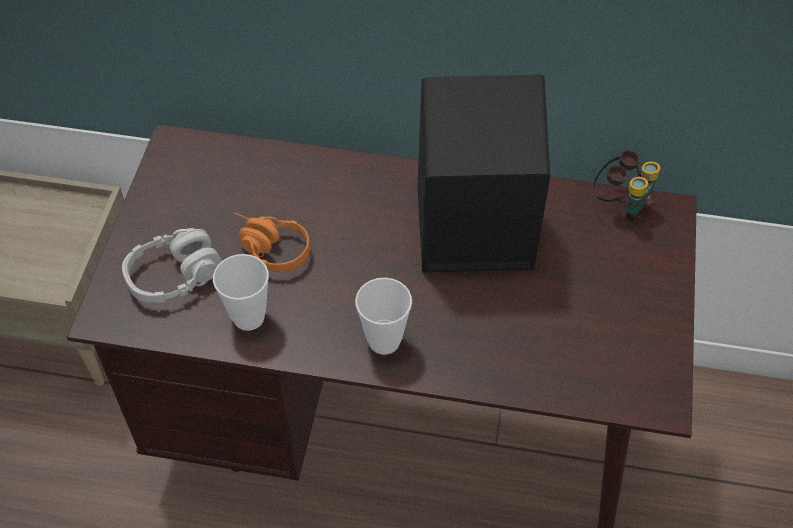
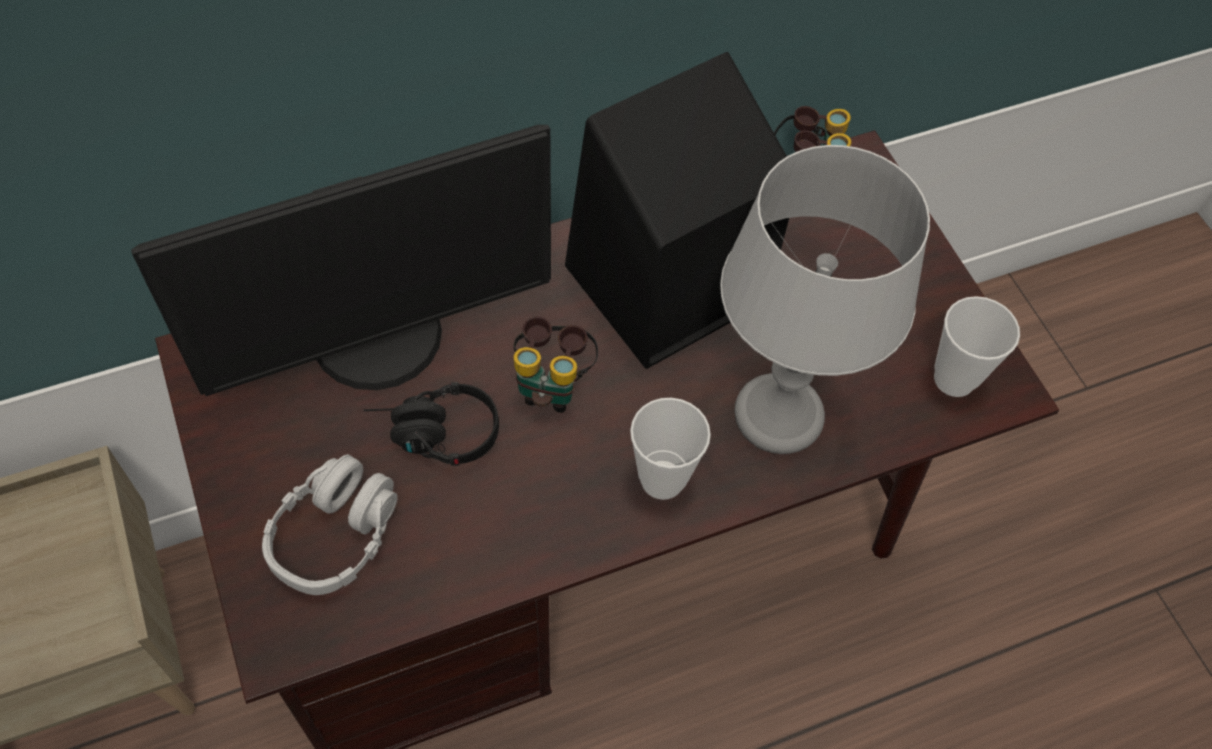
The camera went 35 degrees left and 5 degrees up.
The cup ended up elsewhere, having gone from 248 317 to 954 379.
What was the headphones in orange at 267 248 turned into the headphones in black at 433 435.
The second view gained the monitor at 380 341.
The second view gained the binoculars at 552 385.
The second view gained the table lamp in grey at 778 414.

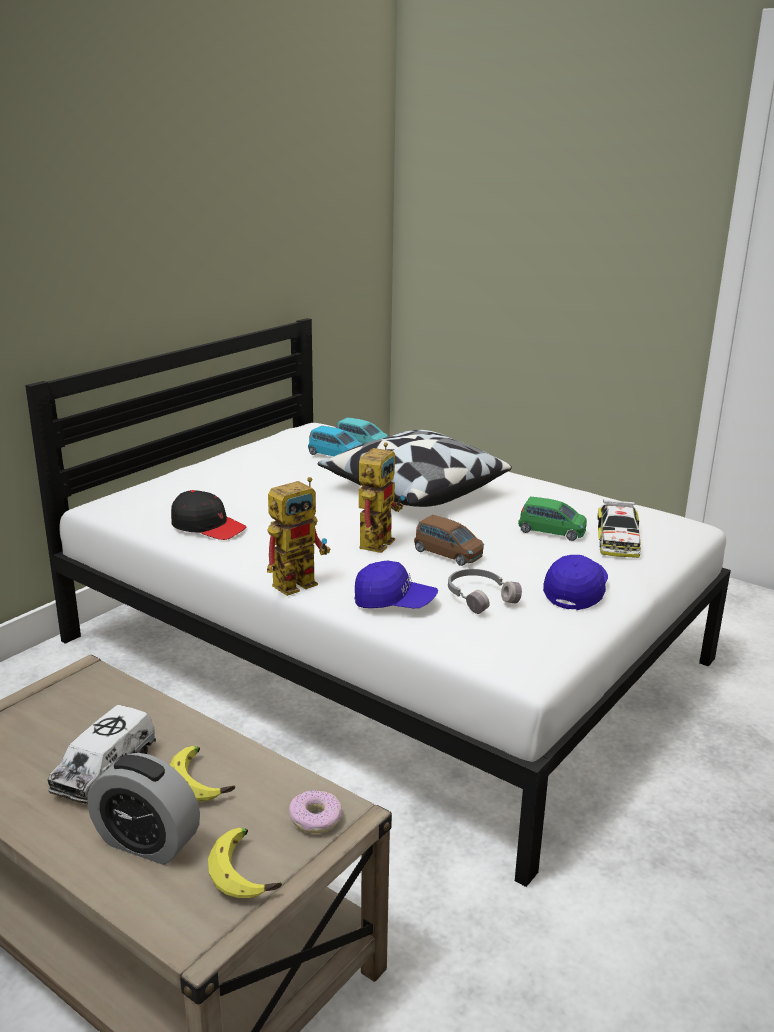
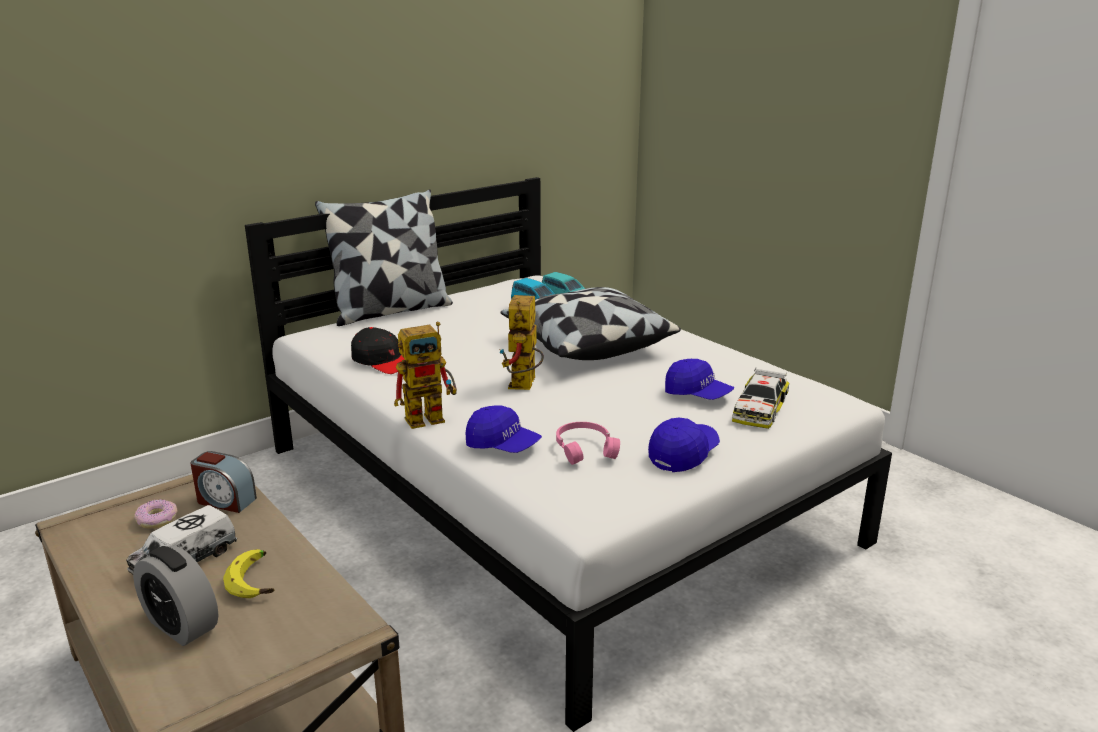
The camera went 15 degrees right and 0 degrees up.
The second view lost the banana at 247 870.
The donut ended up elsewhere, having gone from 315 818 to 157 519.
The toy robot at 377 539 ended up facing another way, 150 degrees clockwise from before.
The second view lost the toy car in brown at 448 553.
What was the headphones in grey at 480 597 turned into the headphones in pink at 585 449.
Where the toy car in green stood at 552 531, the cap in blue came to stand at 697 395.
The second view gained the alarm clock at 225 501.
The second view gained the pillow at 390 310.

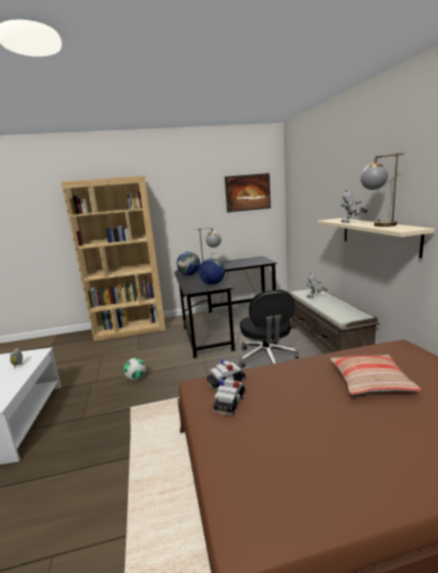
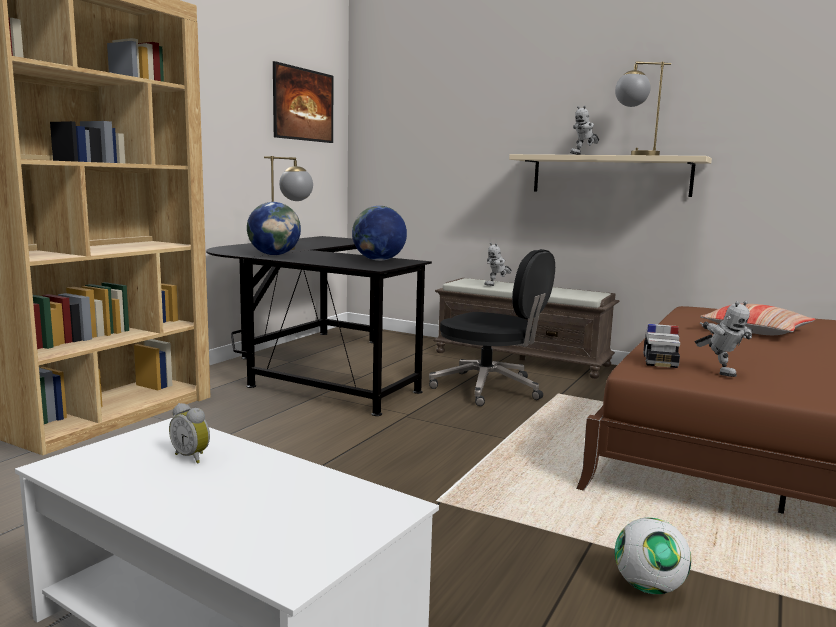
The camera went 50 degrees left and 5 degrees down.
The football ended up elsewhere, having gone from 136 378 to 648 587.
Where the toy car stood at 230 403, the toy robot came to stand at 720 372.

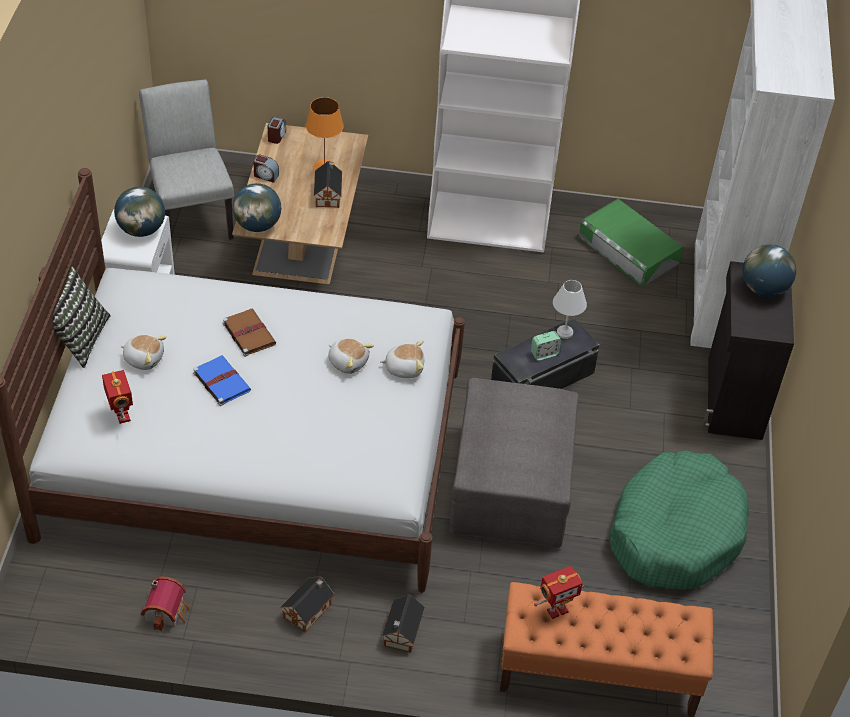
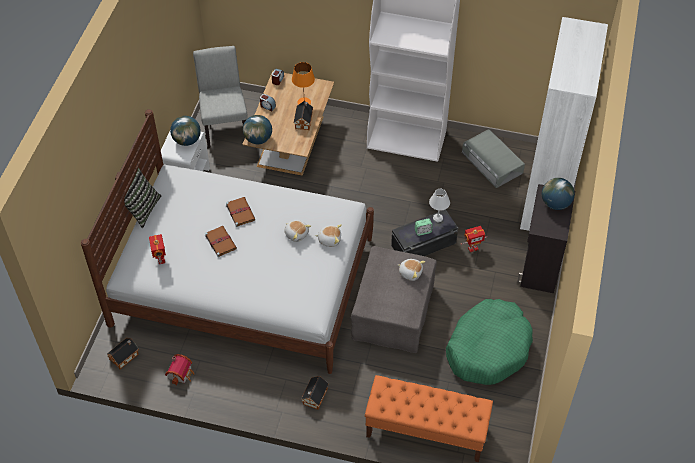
The camera went 10 degrees right and 5 degrees up.
The plush toy ended up elsewhere, having gone from 144 358 to 410 272.
What was the book in blue at 221 381 turned into the book in brown at 220 241.
The toy house ended up elsewhere, having gone from 309 610 to 125 356.
The toy robot ended up elsewhere, having gone from 556 610 to 472 248.
What was the storage box in green at 629 250 turned into the storage box in grey at 492 162.

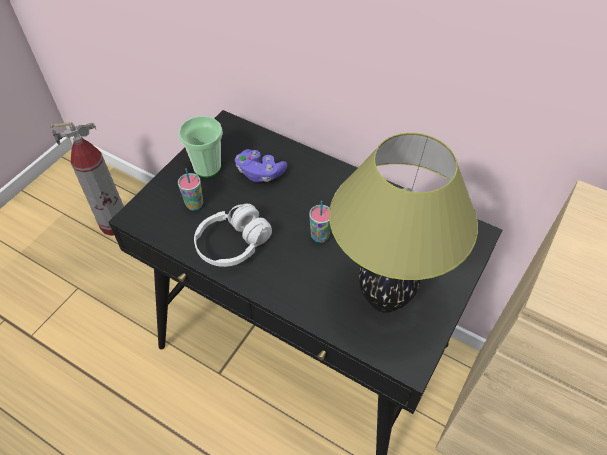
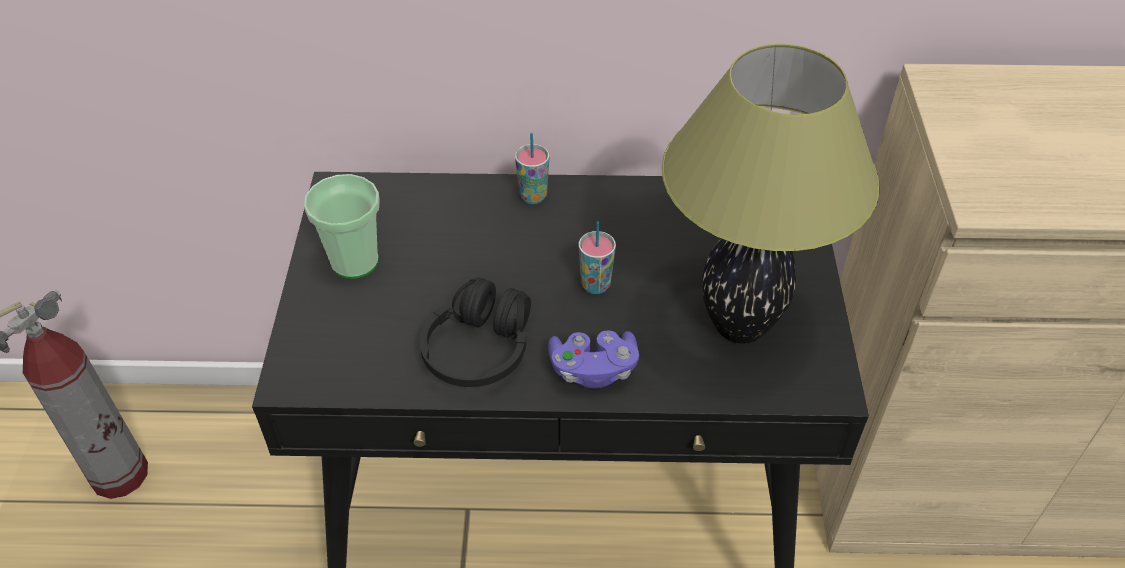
The camera went 30 degrees left and 5 degrees down.
The cup ended up elsewhere, having gone from 194 204 to 533 196.
What was the headphones in white at 233 244 turned into the headphones in black at 479 349.
The game controller in purple ended up elsewhere, having gone from 260 173 to 593 369.

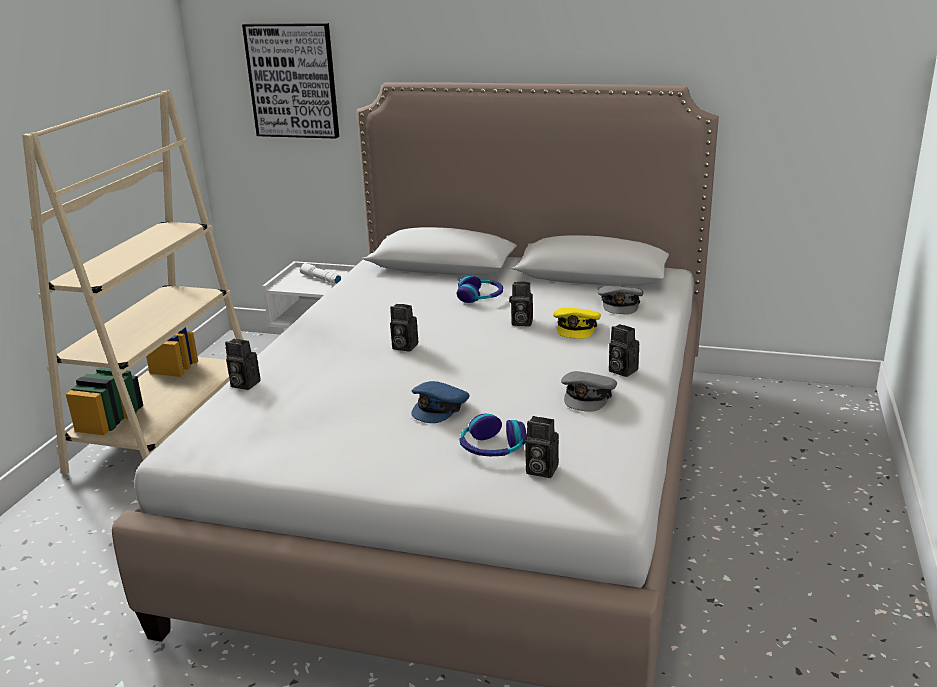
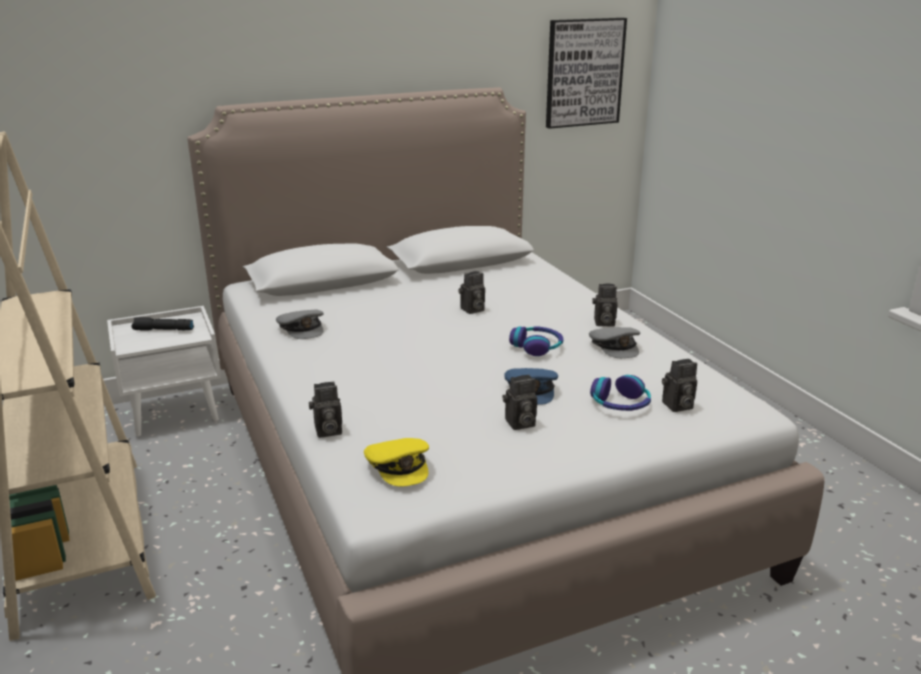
The camera went 40 degrees left and 0 degrees up.
The picture ended up elsewhere, having gone from 293 80 to 584 72.
What was the flashlight in white at 320 279 turned into the flashlight in black at 163 330.
The photo camera ended up elsewhere, having gone from 403 347 to 519 424.
The headphones ended up elsewhere, having gone from 480 297 to 537 347.
The cap in yellow ended up elsewhere, having gone from 576 327 to 399 466.
The cap in grey ended up elsewhere, having gone from 620 304 to 302 329.

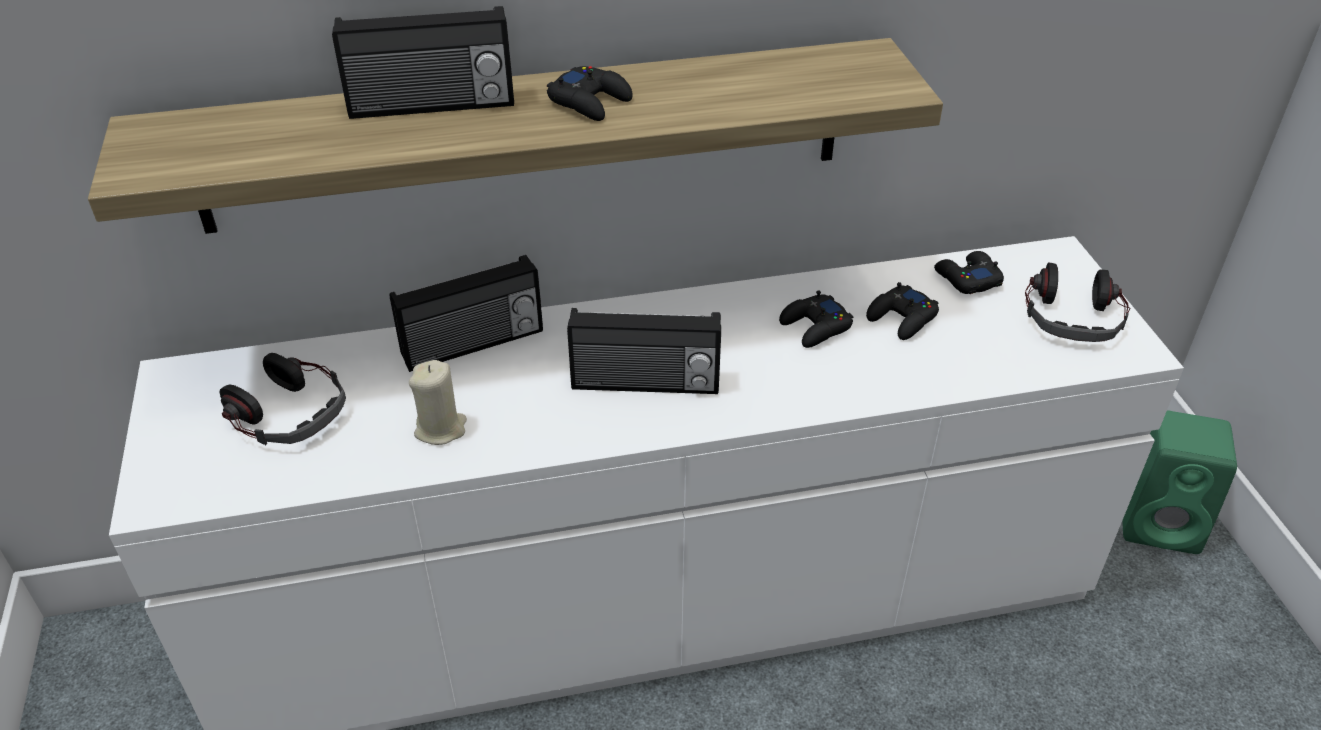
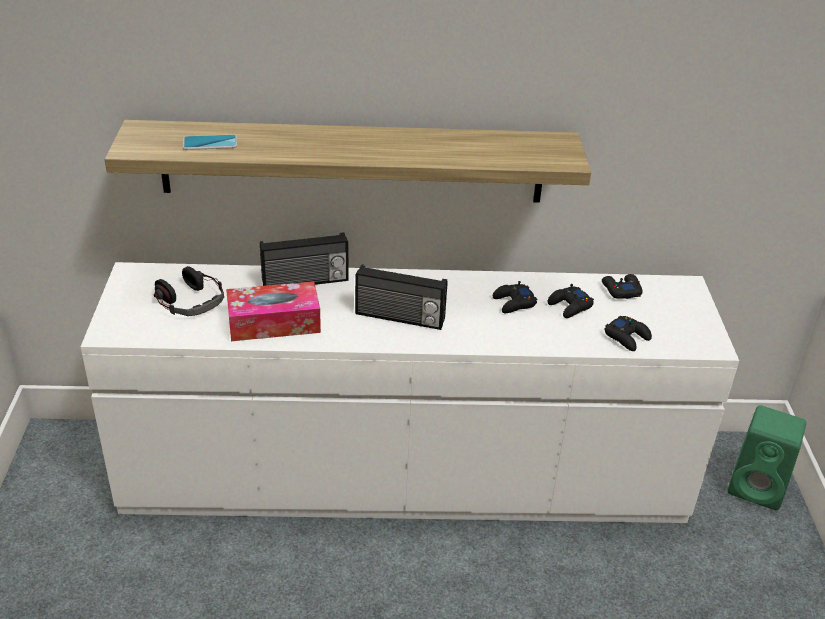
The camera went 10 degrees right and 5 degrees down.
The second view lost the radio at 432 106.
Where the candle in beige stood at 441 428, the tissue box came to stand at 274 323.
The game controller in black ended up elsewhere, having gone from 590 102 to 627 337.
The second view lost the headphones at 1073 317.
The second view gained the phone at 210 143.

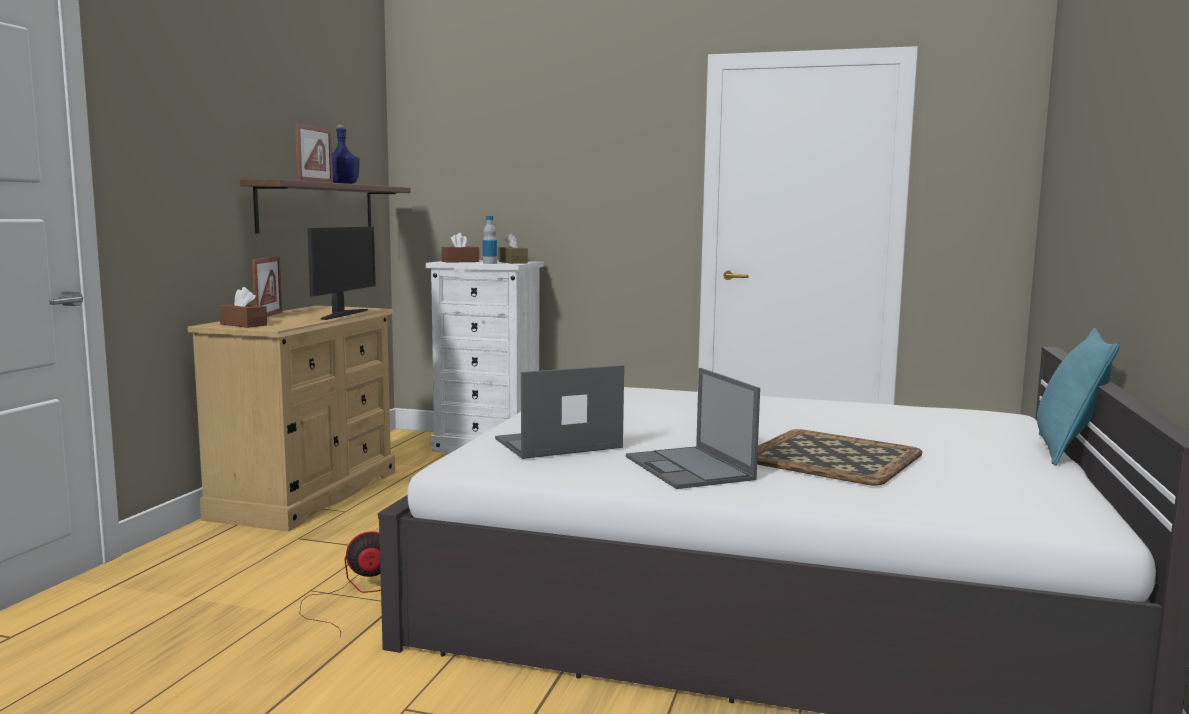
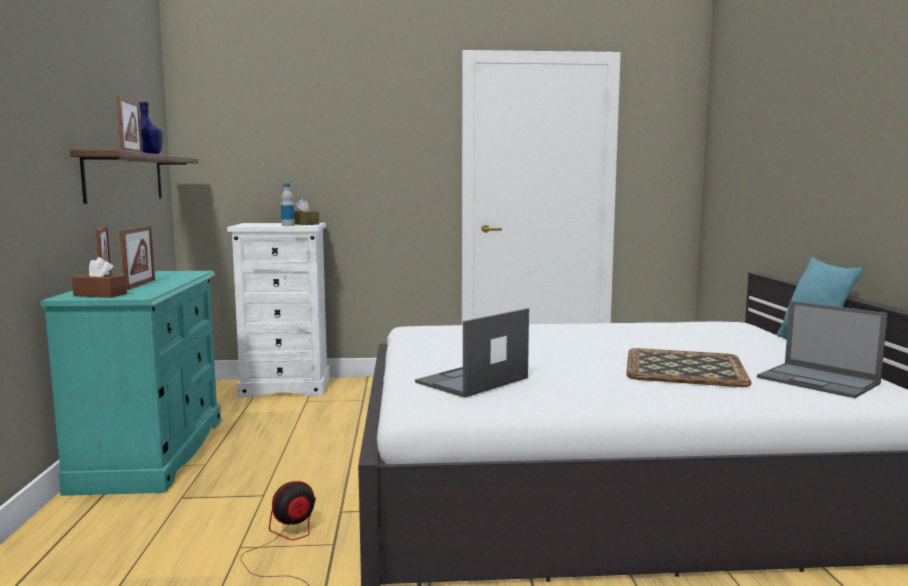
The camera went 20 degrees left and 0 degrees up.
What was the dresser in beige at 307 494 turned into the dresser in turquoise at 152 453.
The second view lost the monitor at 342 314.
The second view lost the tissue box in brown at 460 261.
The laptop ended up elsewhere, having gone from 690 468 to 819 381.
The second view gained the picture frame at 140 284.

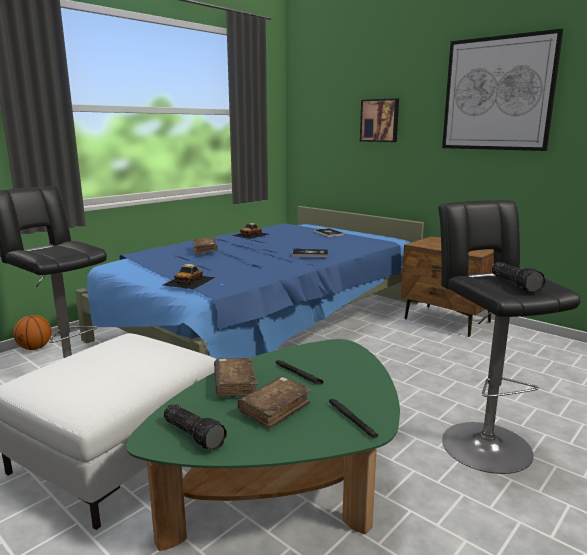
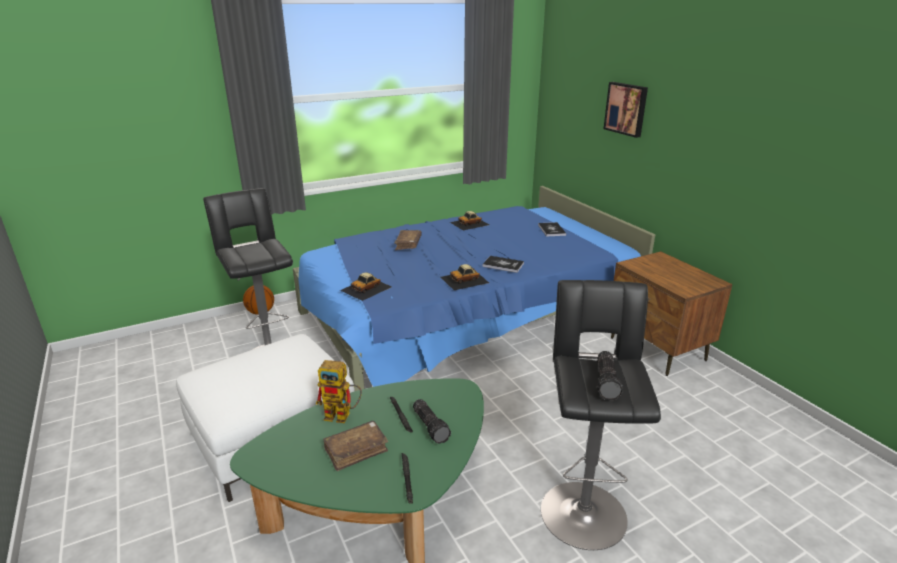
The camera went 20 degrees right and 10 degrees up.
The flashlight ended up elsewhere, having gone from 195 434 to 431 426.
Where the book in brown stood at 235 385, the toy robot came to stand at 343 415.
The second view lost the picture at 497 94.
The second view gained the toy car at 464 279.

